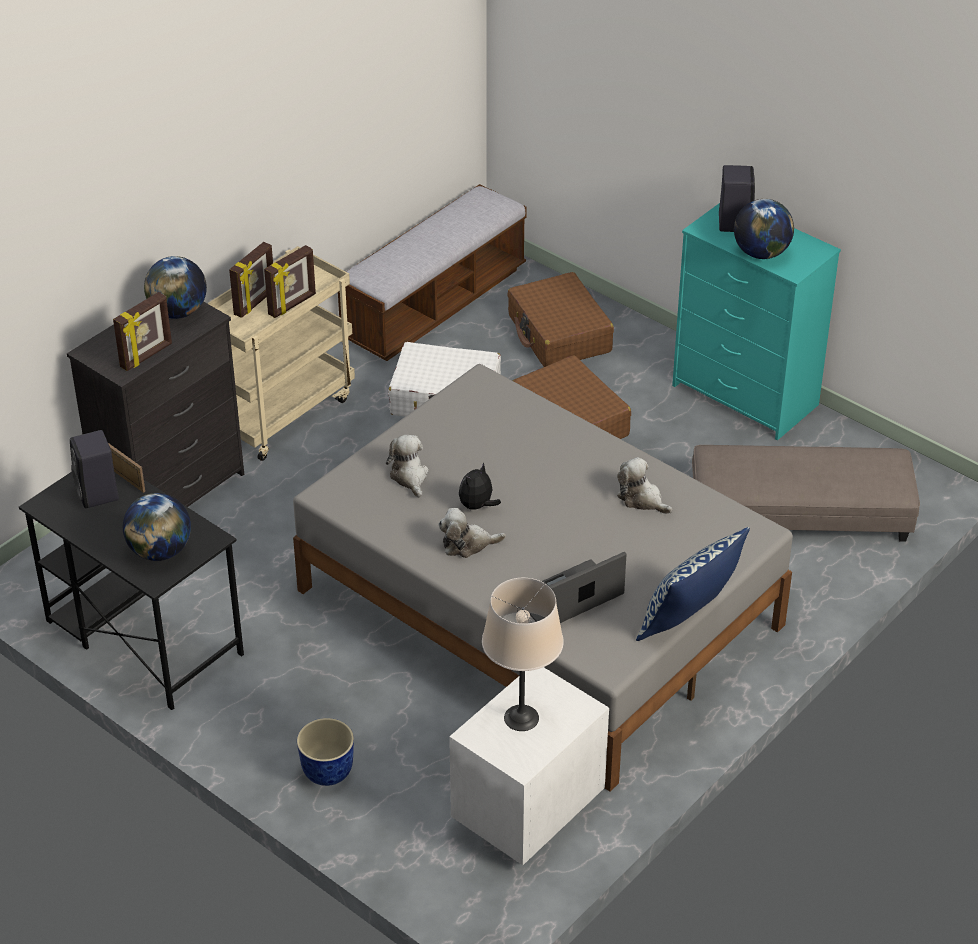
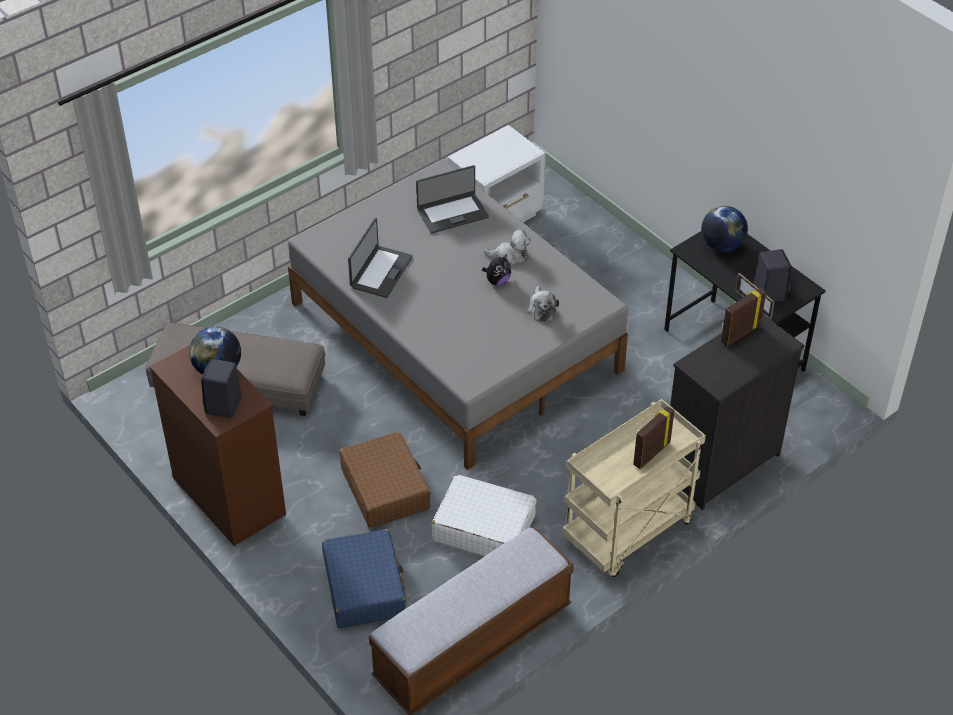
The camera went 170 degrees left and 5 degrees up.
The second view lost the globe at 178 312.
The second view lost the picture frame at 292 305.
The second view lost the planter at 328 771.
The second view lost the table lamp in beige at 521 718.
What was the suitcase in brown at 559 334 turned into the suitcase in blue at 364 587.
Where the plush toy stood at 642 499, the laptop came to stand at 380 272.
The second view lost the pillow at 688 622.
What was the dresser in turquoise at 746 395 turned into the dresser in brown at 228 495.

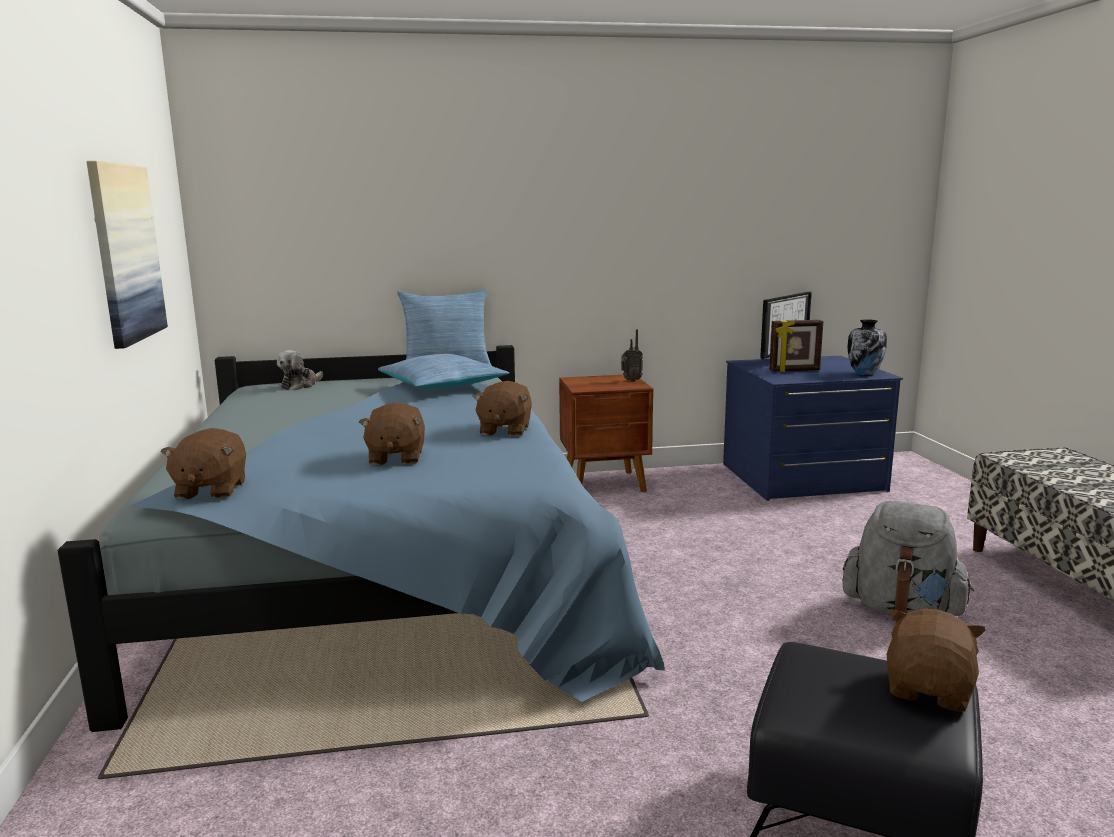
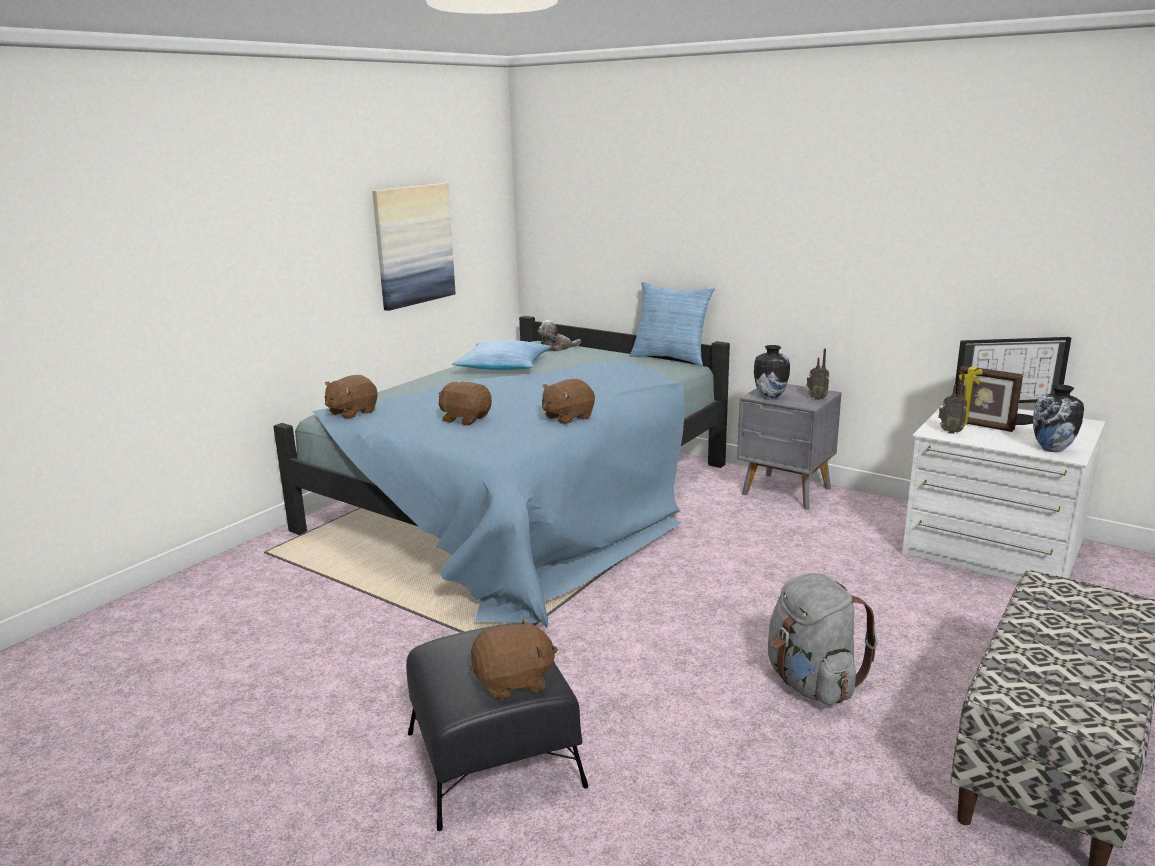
The camera went 45 degrees right and 5 degrees up.
The plush toy in brown at 395 458 ended up facing another way, 75 degrees clockwise from before.
The pillow ended up elsewhere, having gone from 442 385 to 503 366.
What was the nightstand in brown at 605 484 turned into the nightstand in grey at 786 492.
What was the dresser in blue at 803 478 turned into the dresser in white at 992 548.
The second view gained the vase at 770 397.
The second view gained the radio at 950 431.

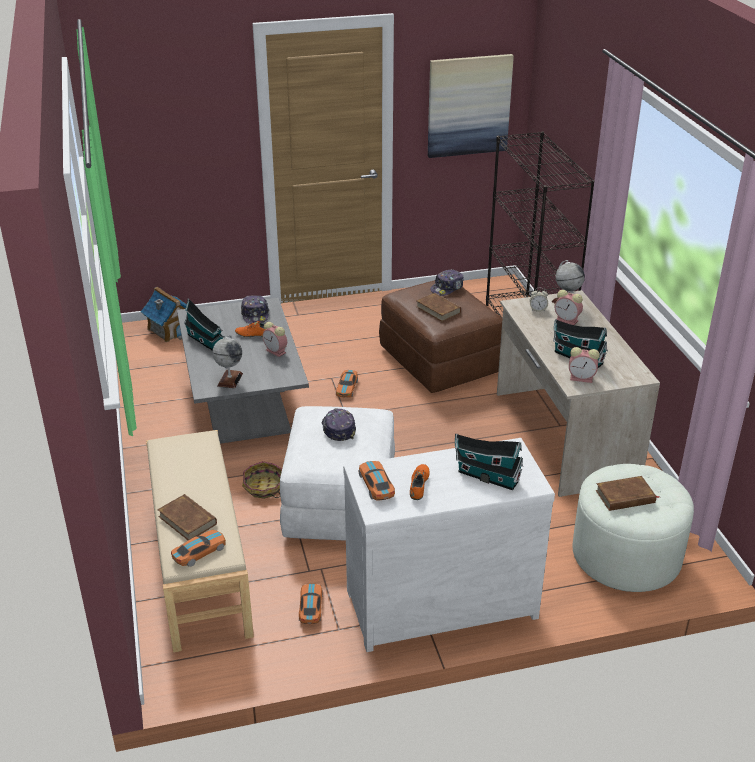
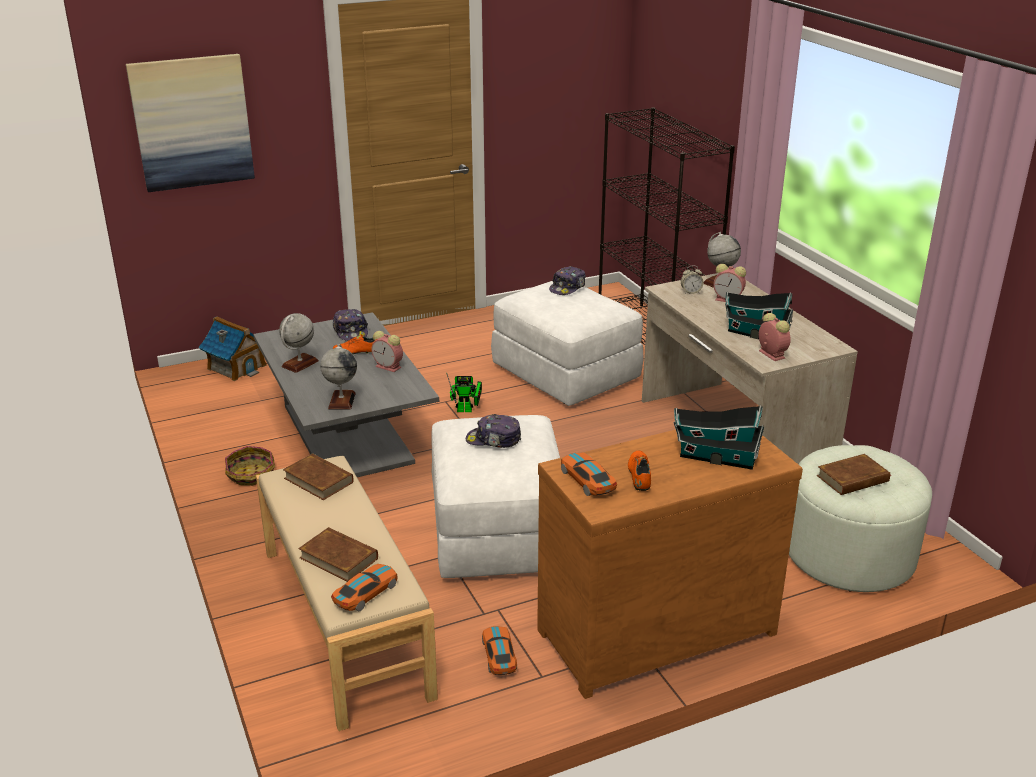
The camera went 10 degrees left and 5 degrees down.
Where the toy house stood at 206 342, the globe came to stand at 300 364.
The basket ended up elsewhere, having gone from 264 488 to 251 475.
The cap at 338 429 ended up facing another way, 60 degrees counterclockwise from before.
Where the toy car stood at 347 388, the toy robot came to stand at 467 410.
What was the dresser in white at 438 600 turned into the dresser in brown at 651 628.
What was the ottoman in brown at 441 361 turned into the ottoman in white at 567 373.
The book in brown ended up elsewhere, having gone from 438 309 to 318 480.
The picture ended up elsewhere, having gone from 468 105 to 192 122.
The alarm clock at 582 378 ended up facing another way, 120 degrees counterclockwise from before.

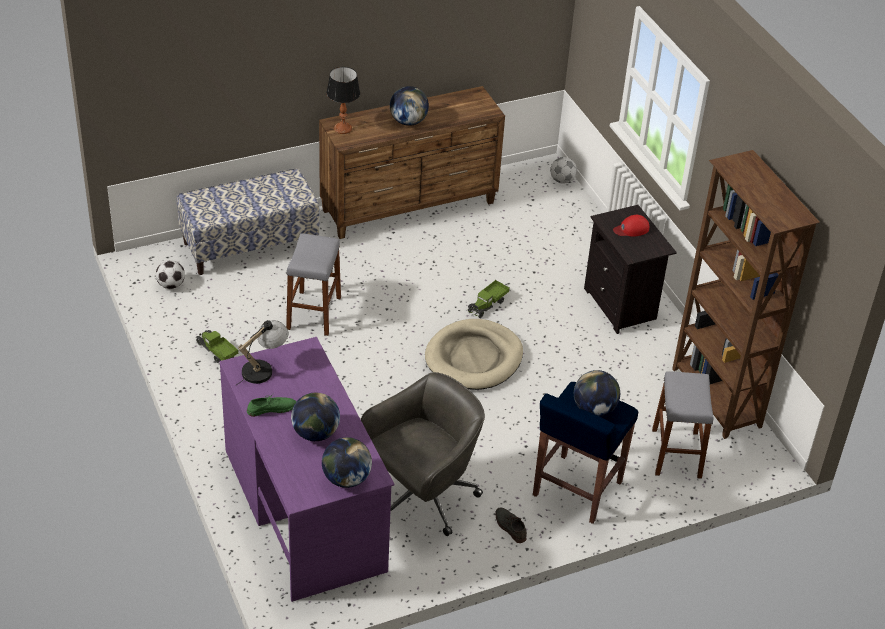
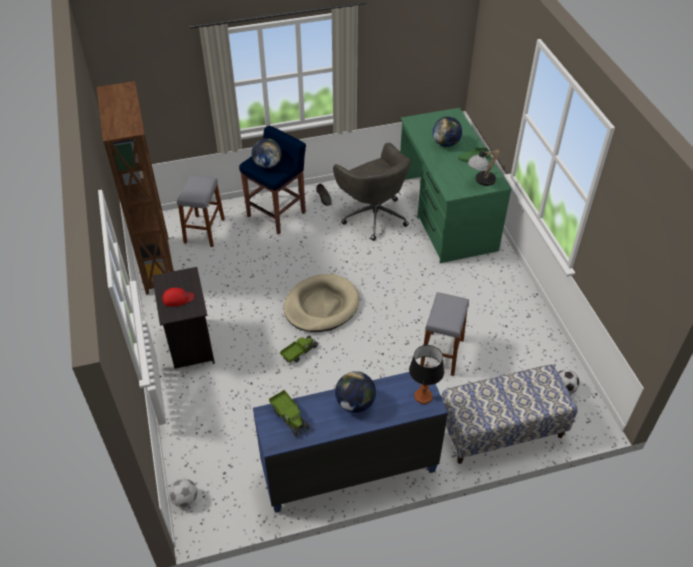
The camera went 170 degrees left and 5 degrees up.
The toy truck ended up elsewhere, having gone from 216 352 to 290 417.
What was the desk in purple at 305 508 turned into the desk in green at 445 214.
What was the dresser in brown at 409 207 turned into the dresser in blue at 348 470.
The second view lost the globe at 346 479.
The office chair in grey at 422 497 ended up facing another way, 90 degrees counterclockwise from before.

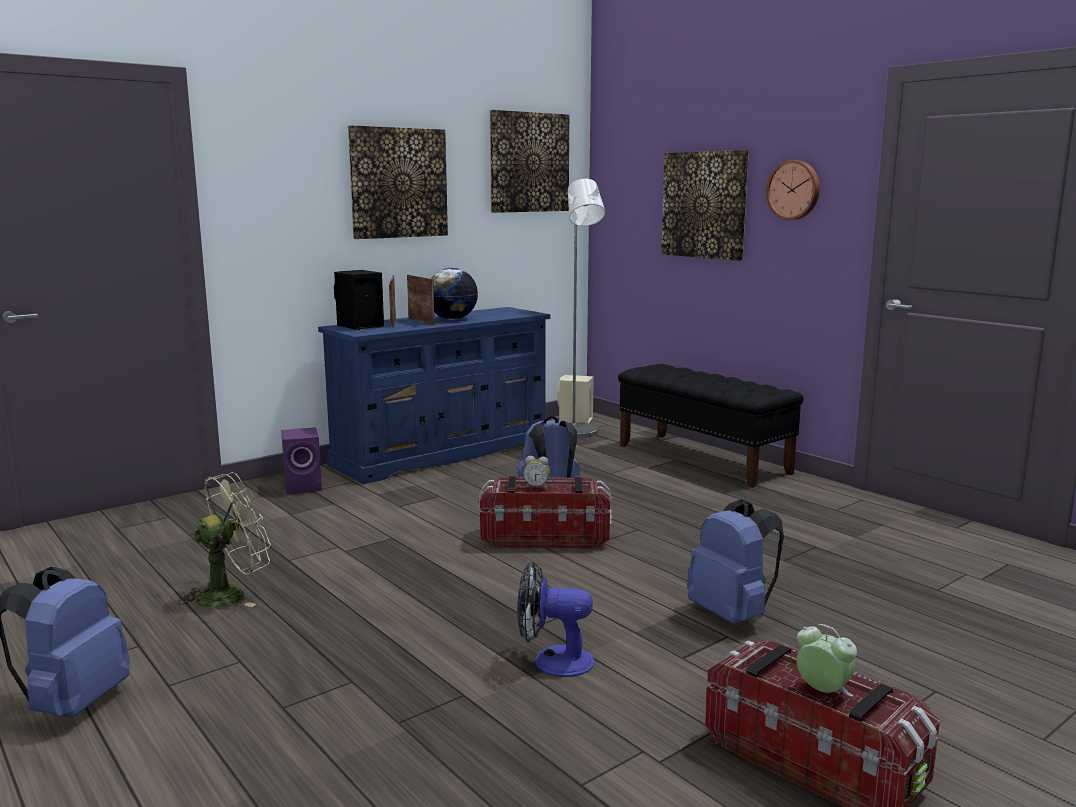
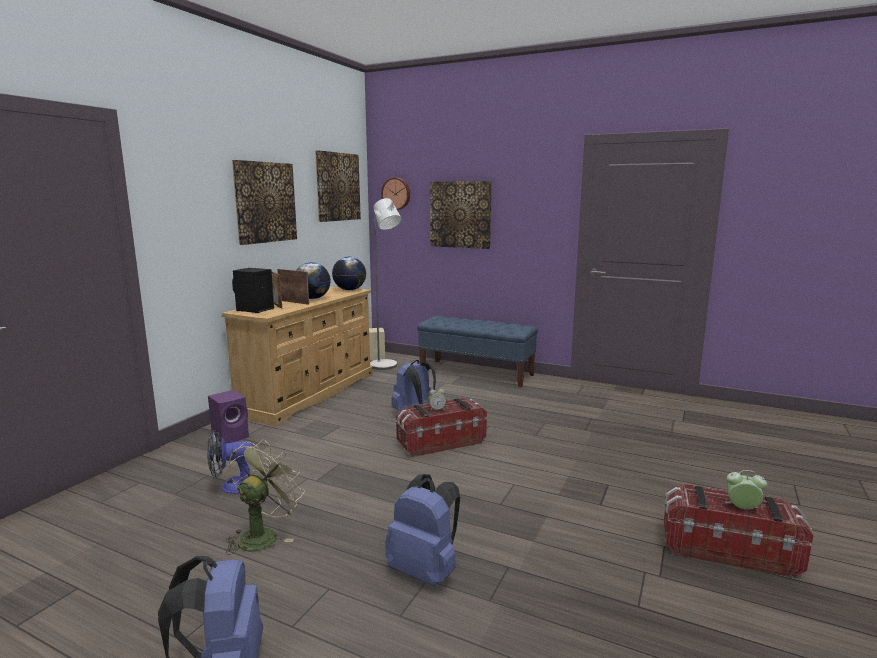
The camera went 25 degrees left and 0 degrees up.
What was the dresser in blue at 444 452 turned into the dresser in beige at 310 393.
The fan ended up elsewhere, having gone from 552 661 to 232 486.
What was the bench in black at 703 459 turned into the bench in blue at 476 373.
The backpack in blue ended up elsewhere, having gone from 732 615 to 425 570.
The wall clock ended up elsewhere, having gone from 794 190 to 396 194.
The second view gained the globe at 350 290.

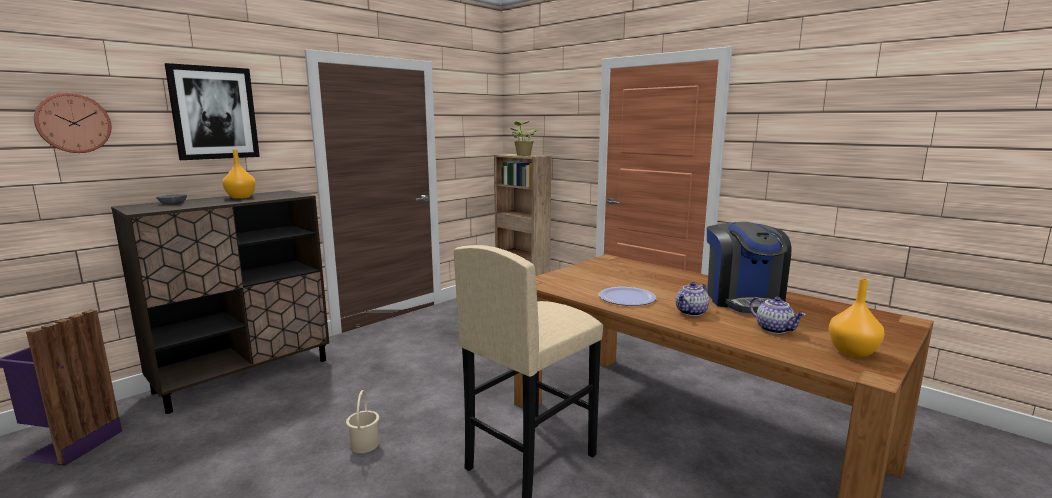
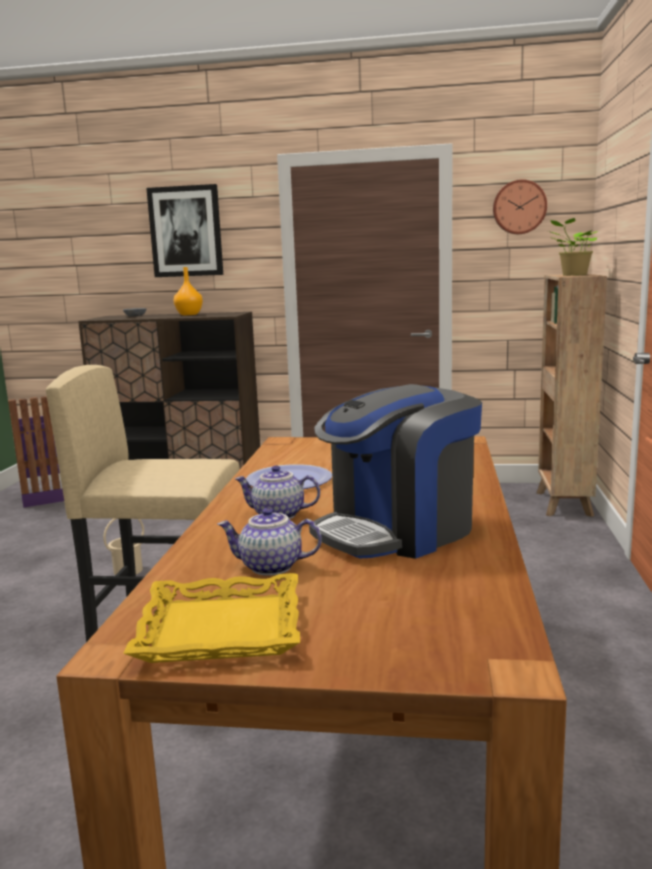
The camera went 55 degrees right and 0 degrees up.
The wall clock ended up elsewhere, having gone from 73 123 to 519 207.
The teapot at 774 329 ended up facing another way, 75 degrees clockwise from before.
Where the vase in orange stood at 851 351, the tray in yellow came to stand at 221 628.

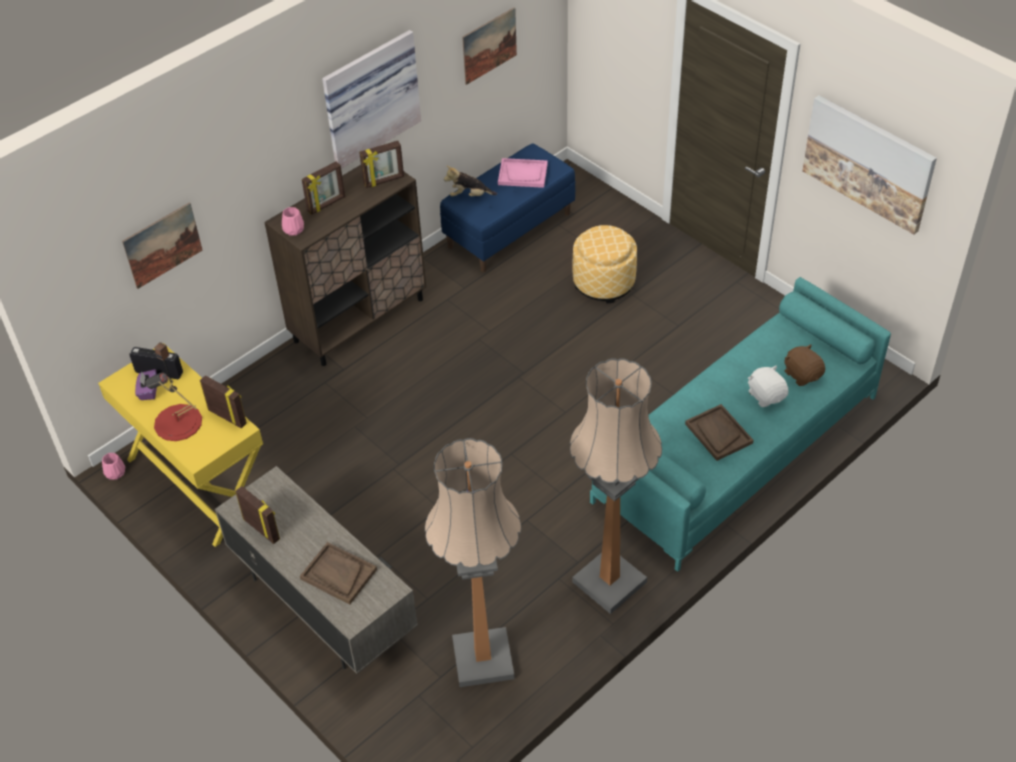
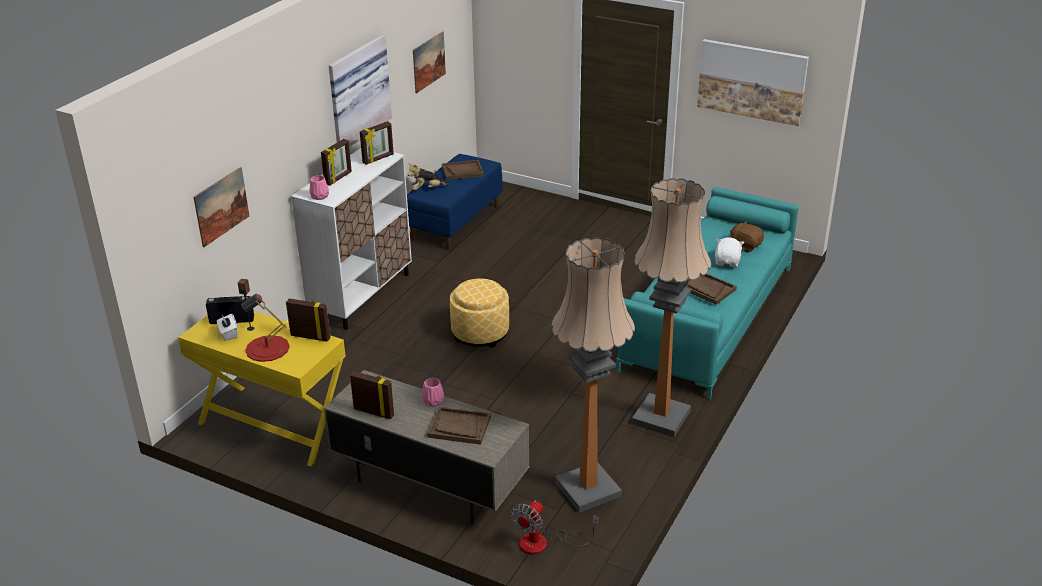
The camera went 20 degrees left and 15 degrees down.
The vase in pink ended up elsewhere, having gone from 115 473 to 433 401.
What was the tissue box in purple at 148 391 turned into the tissue box in white at 228 334.
What was the cabinet in brown at 359 320 turned into the cabinet in white at 362 295.
What was the tray in pink at 523 174 turned into the tray in brown at 462 171.
The ottoman ended up elsewhere, having gone from 603 282 to 480 333.
The plush toy in white at 766 395 ended up facing another way, 60 degrees clockwise from before.
The second view gained the fan at 543 543.

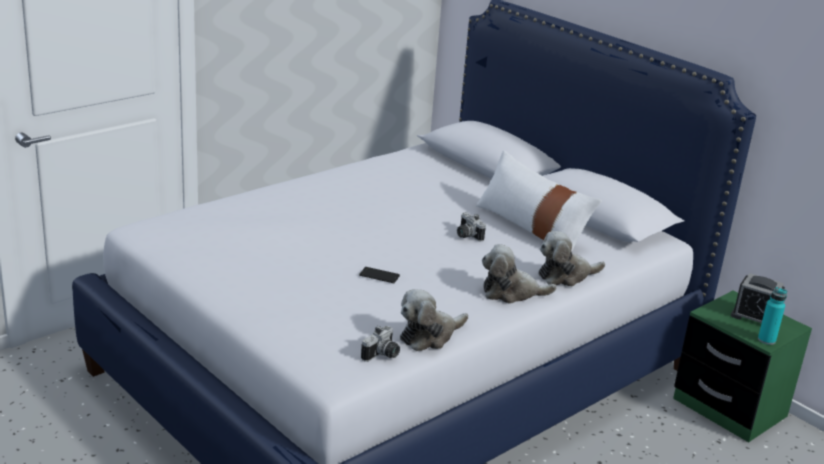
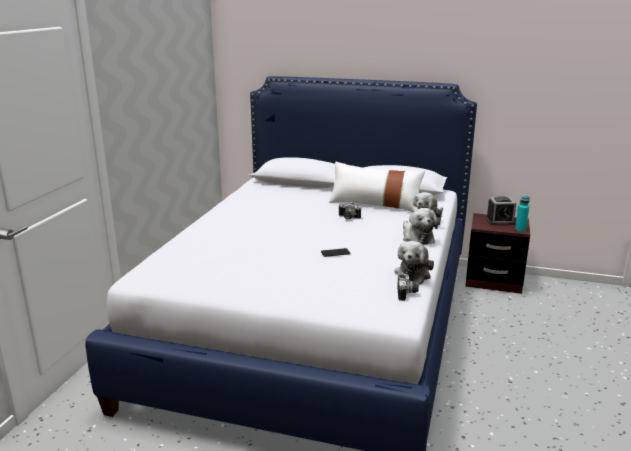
The camera went 30 degrees left and 5 degrees down.
The plush toy at 511 292 ended up facing another way, 75 degrees counterclockwise from before.
What was the nightstand in green at 729 408 turned into the nightstand in brown at 493 281.

